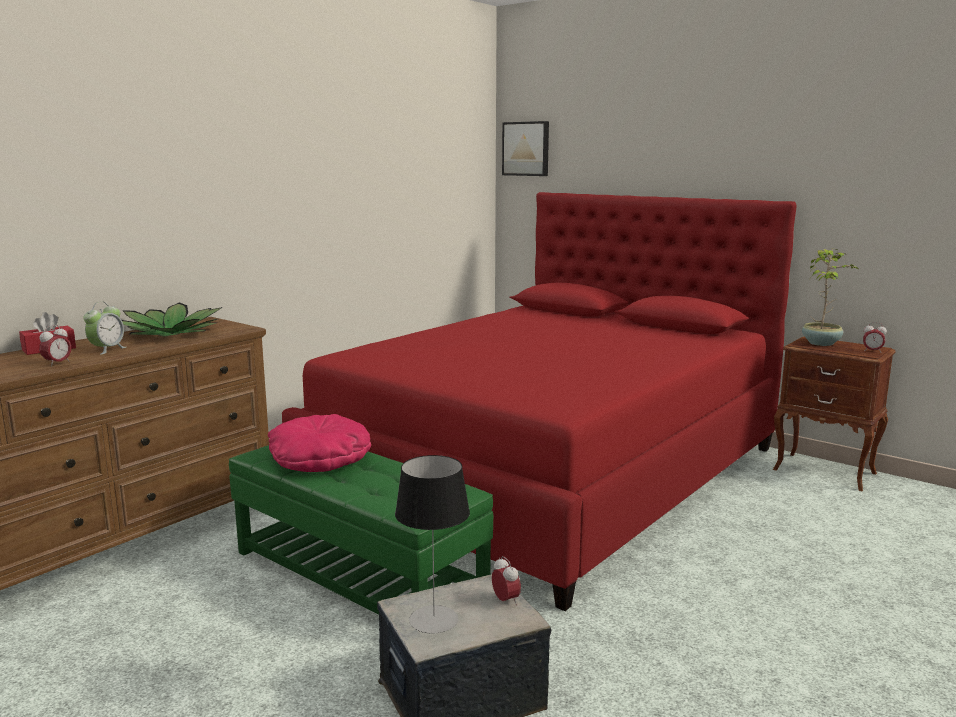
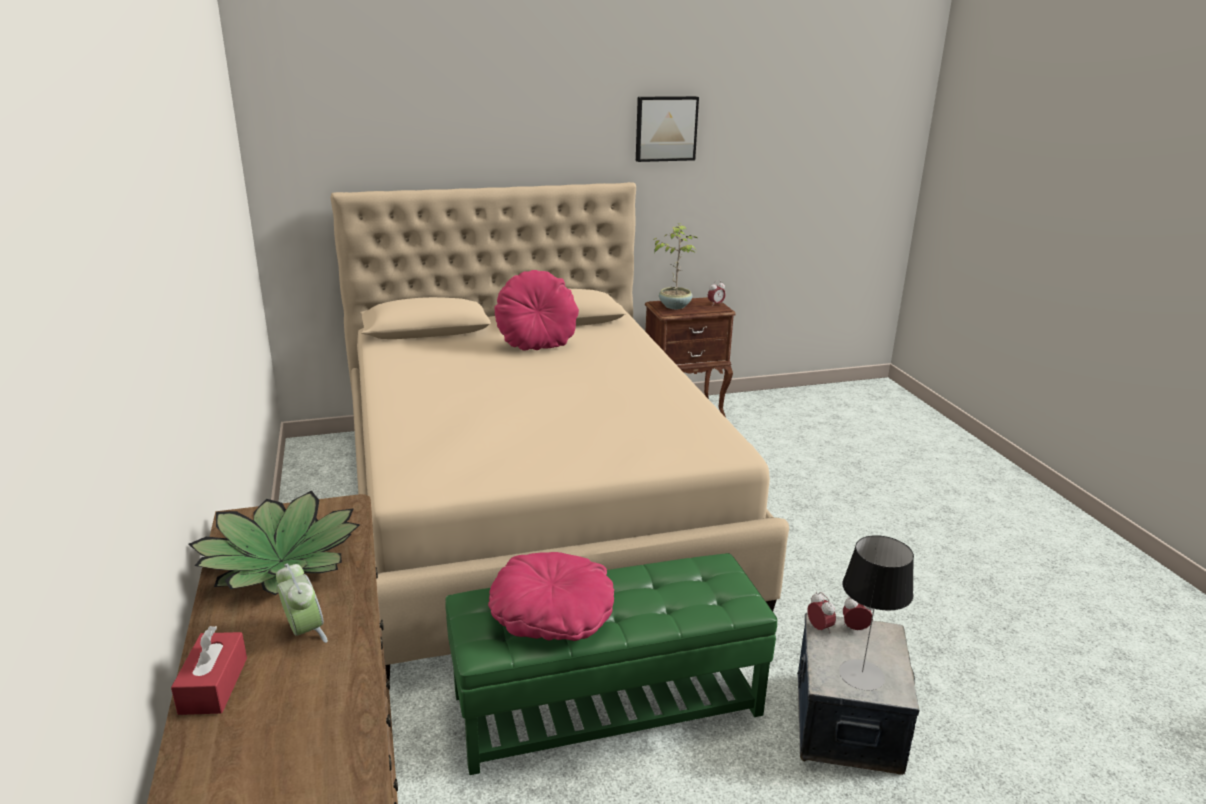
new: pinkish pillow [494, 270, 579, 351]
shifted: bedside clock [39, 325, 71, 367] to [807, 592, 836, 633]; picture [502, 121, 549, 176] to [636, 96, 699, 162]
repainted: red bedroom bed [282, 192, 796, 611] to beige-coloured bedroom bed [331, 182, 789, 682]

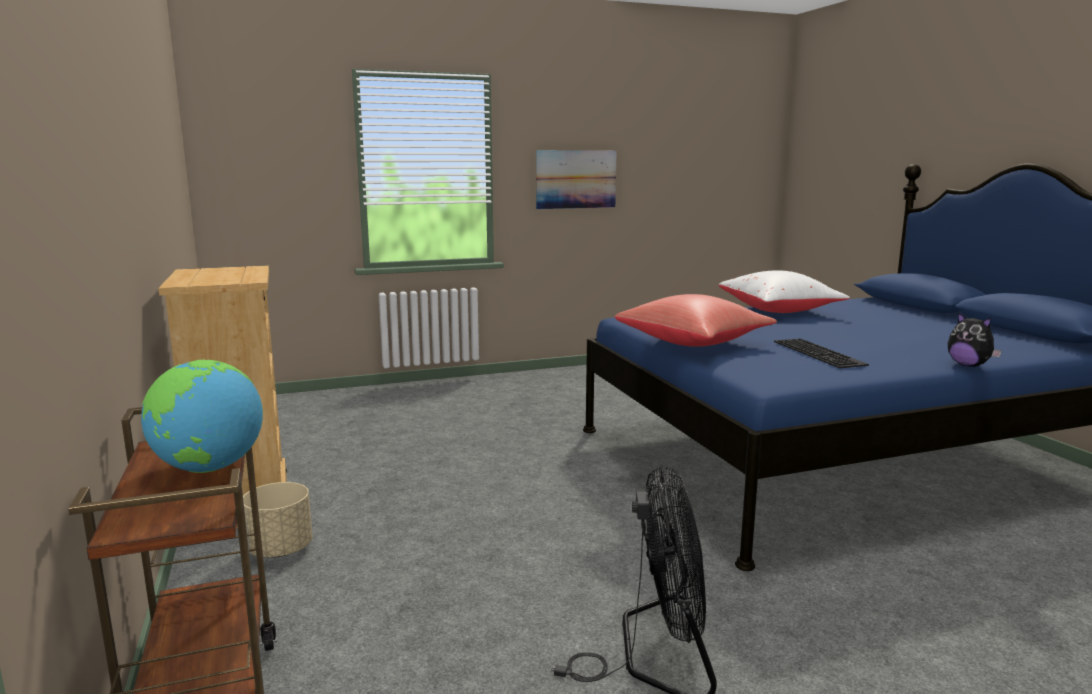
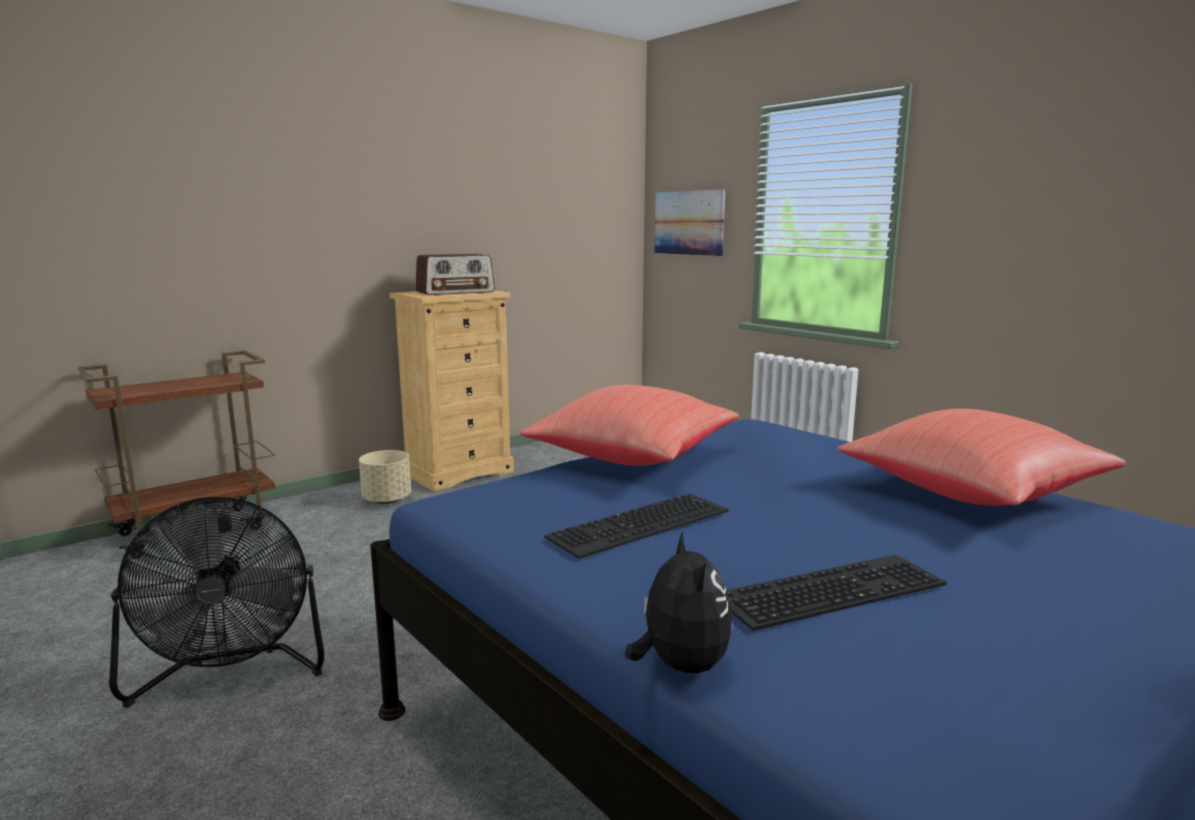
gone: world globe [141, 360, 263, 473]
new: radio receiver [415, 254, 495, 295]; computer keyboard [727, 555, 947, 631]
shifted: picture [536, 150, 617, 209] to [654, 190, 725, 256]
repainted: whitish pillow [719, 270, 850, 313] to red pillow [838, 409, 1126, 506]
rotated: plush toy [948, 312, 1002, 367] = [625, 532, 733, 673] 135 degrees clockwise

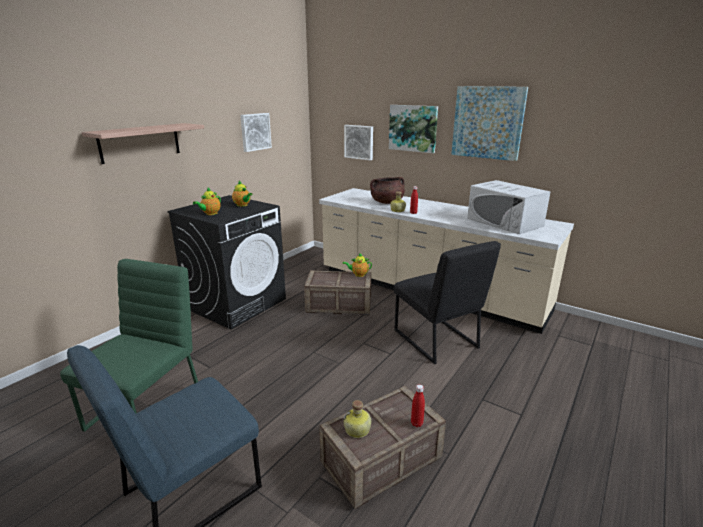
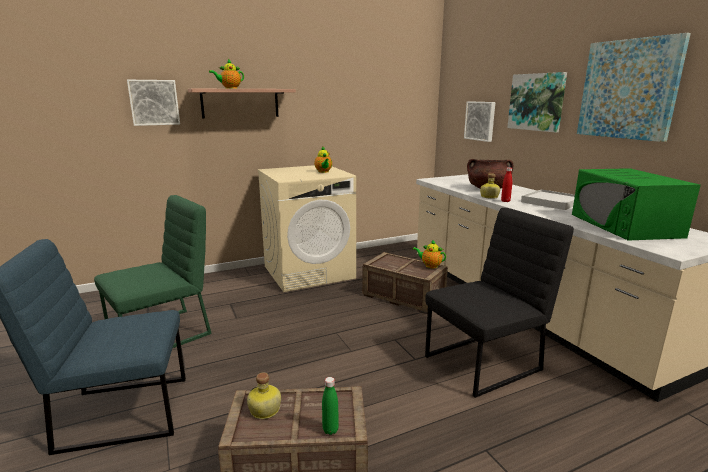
new: whitish tray [521, 189, 575, 210]
shifted: pot for tea [193, 188, 221, 215] to [209, 59, 244, 89]; picture [240, 113, 272, 152] to [127, 80, 180, 126]
repainted: black-coloured washing machine [167, 195, 286, 330] to beige-coloured washing machine [258, 165, 356, 292]; red bottle [411, 384, 425, 427] to green-coloured bottle [322, 377, 339, 435]; whitish microwave oven [467, 180, 551, 234] to green-coloured microwave oven [572, 168, 701, 241]
rotated: black-coloured chair [394, 241, 501, 364] = [425, 208, 574, 398] 120 degrees counterclockwise

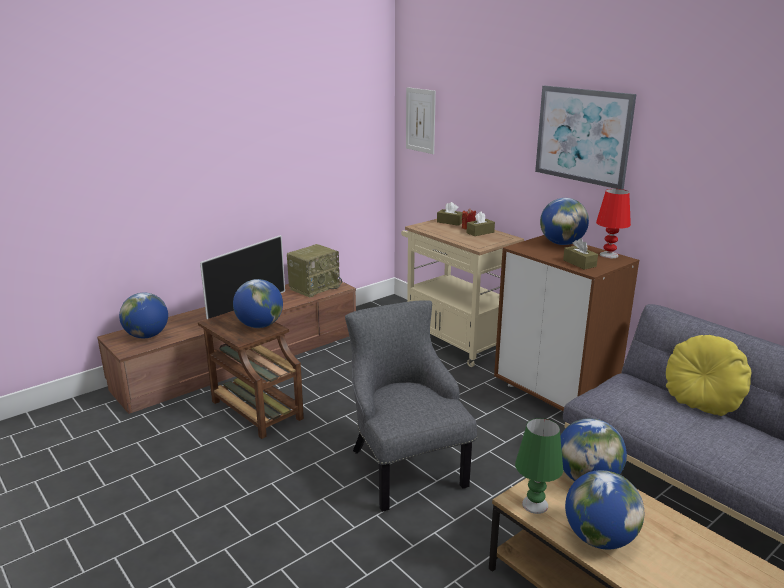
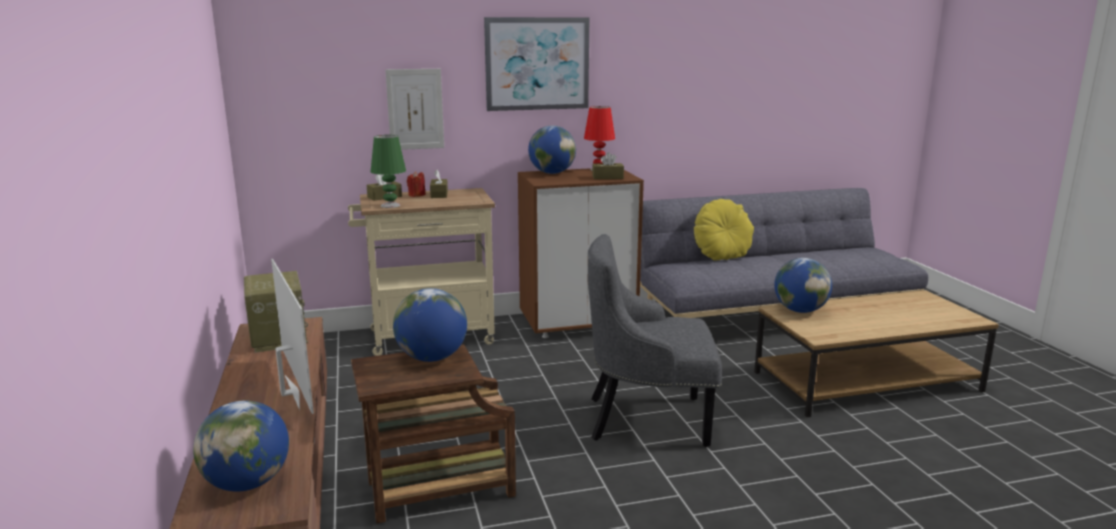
gone: world globe [565, 470, 644, 549]
shifted: picture [406, 87, 436, 154] to [385, 69, 444, 150]; green-coloured table lamp [515, 418, 563, 514] to [371, 135, 406, 208]

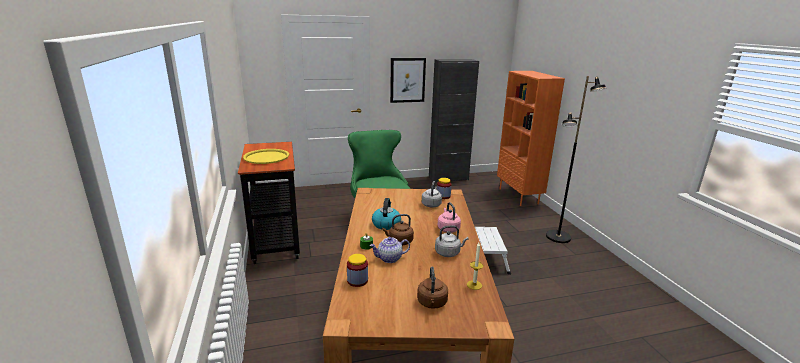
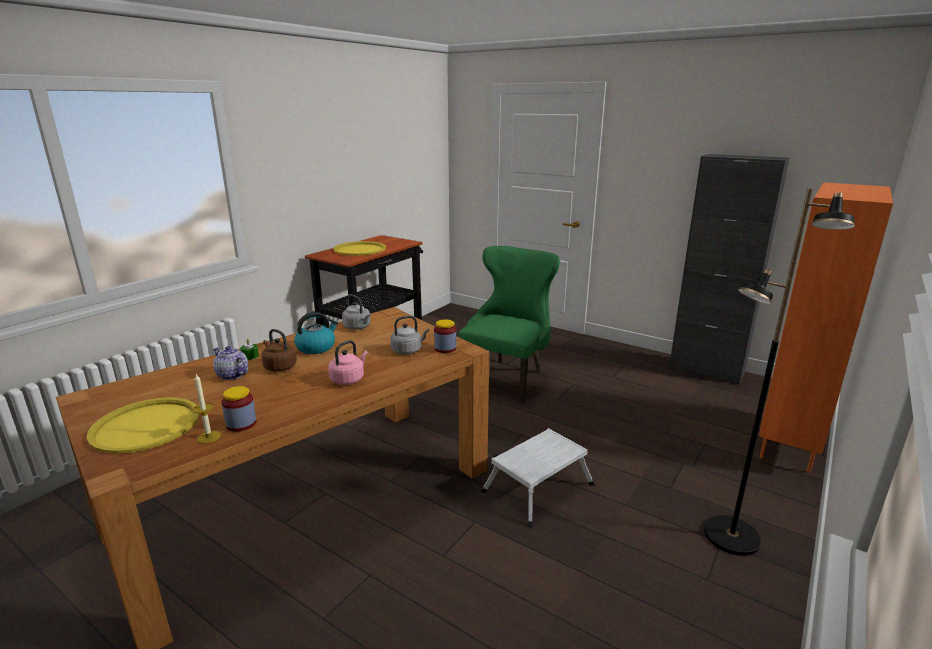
gone: picture [390, 58, 426, 103]
shifted: preserve jar [347, 254, 368, 287] to [221, 386, 257, 432]; grey water kettle [435, 225, 469, 257] to [342, 294, 370, 330]
swapped: brown water kettle [417, 266, 448, 309] to yellow-coloured tray [86, 397, 200, 454]

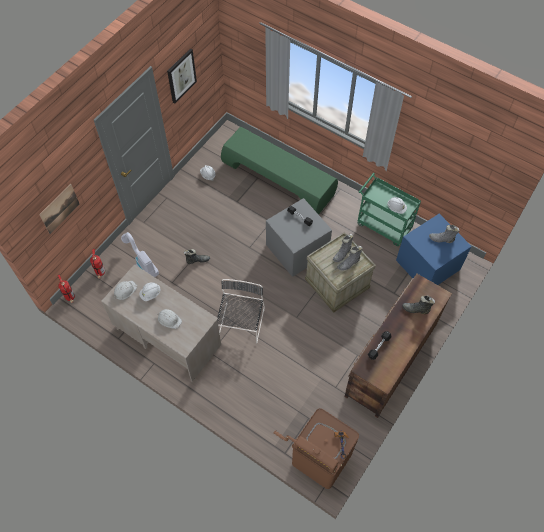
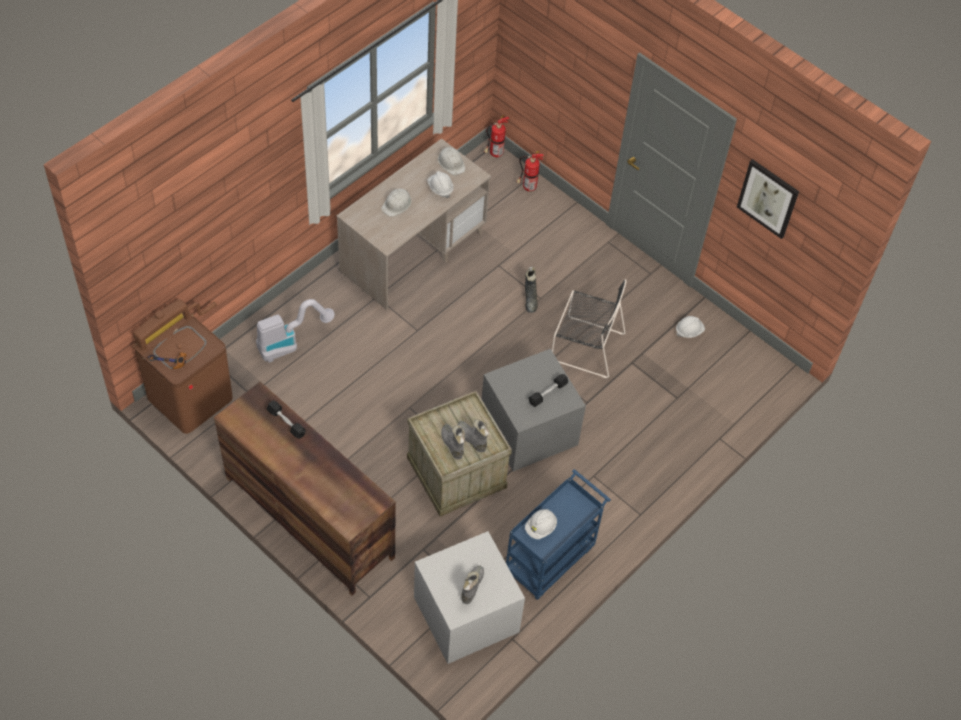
gone: picture [39, 184, 80, 234]; green-coloured long seat [221, 127, 338, 215]; black-coloured tall boot [402, 295, 435, 314]
shifted: vacuum cleaner [121, 232, 159, 277] to [256, 299, 335, 362]; black-coloured chair [217, 279, 265, 344] to [552, 279, 626, 378]
repainted: green-coloured trolley [357, 173, 421, 246] to bluish trolley [506, 469, 611, 600]; bluish storage bin [396, 214, 472, 285] to grey storage bin [414, 531, 525, 664]

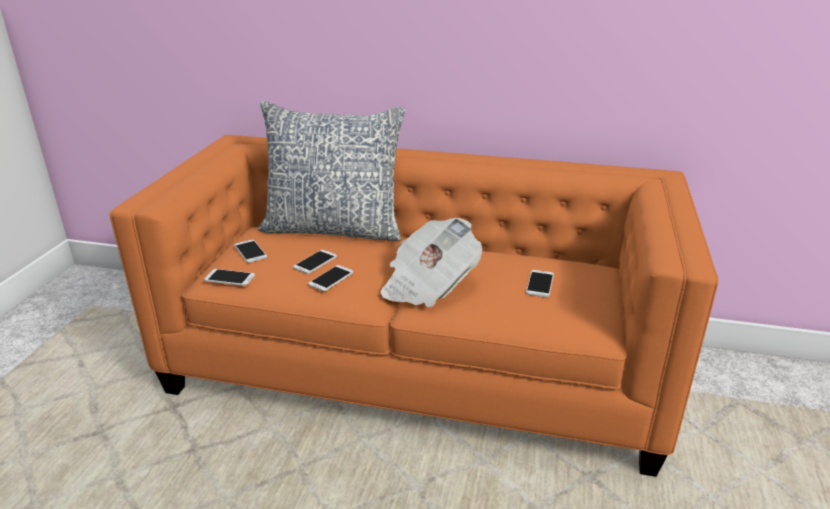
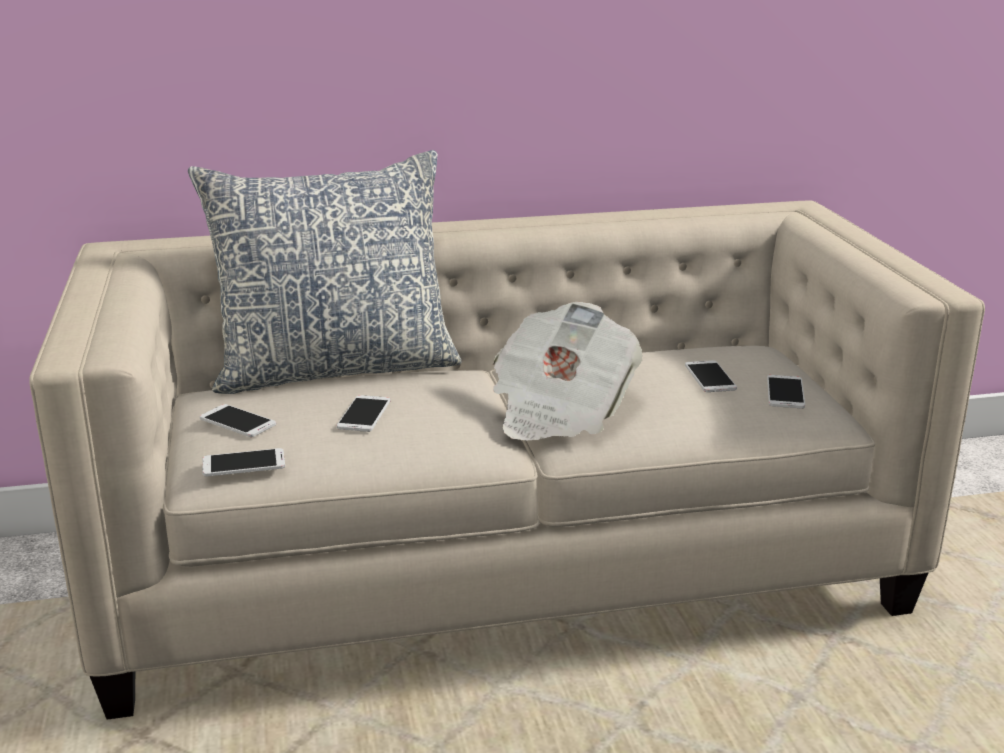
shifted: phone [308, 265, 354, 291] to [767, 375, 805, 408]
repainted: orangey settee [110, 135, 719, 477] to beige-coloured settee [29, 200, 985, 720]

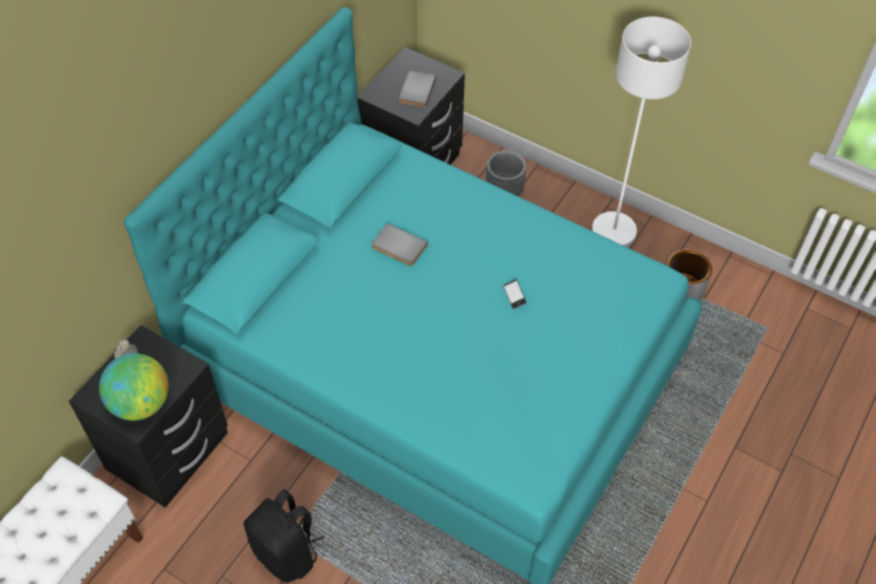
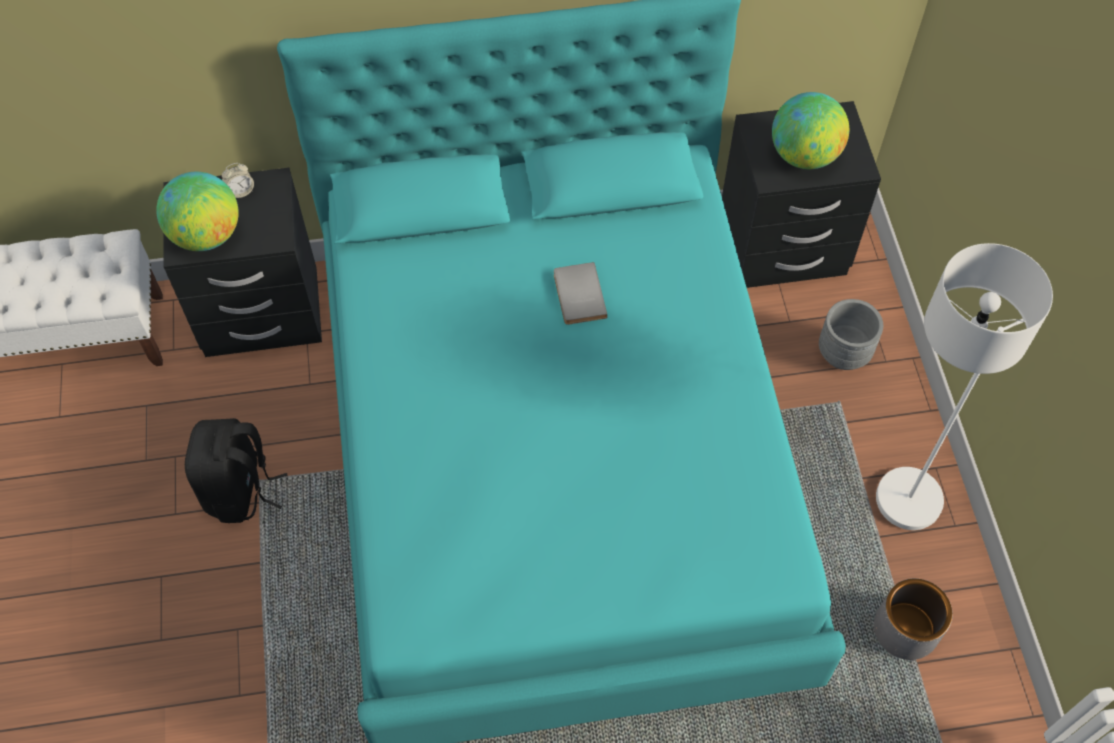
gone: phone [503, 280, 527, 309]
swapped: grey bound book [399, 71, 436, 108] to world globe [772, 92, 849, 169]

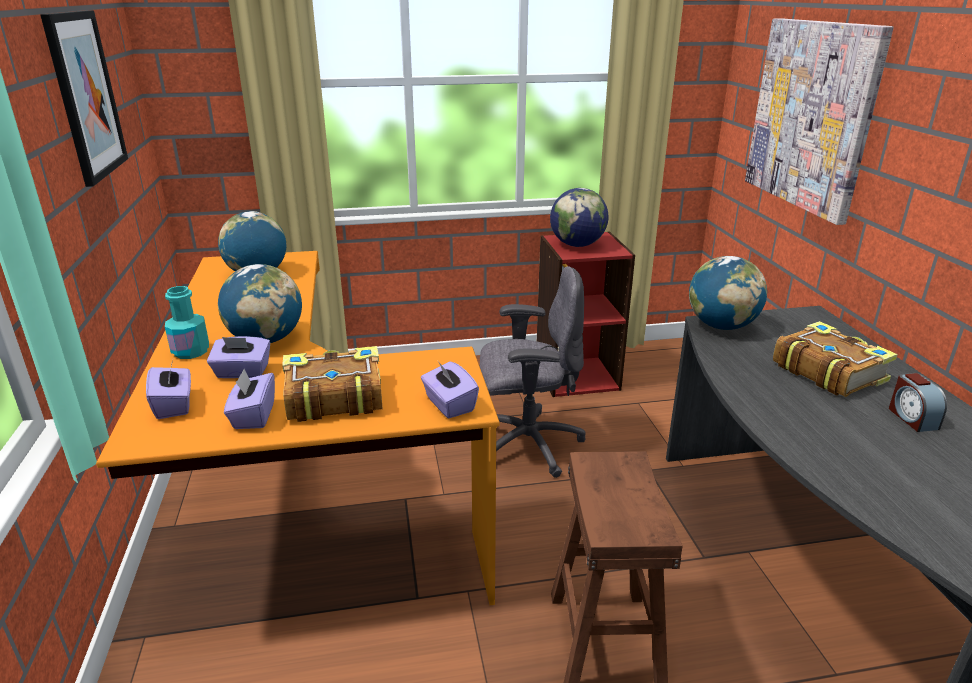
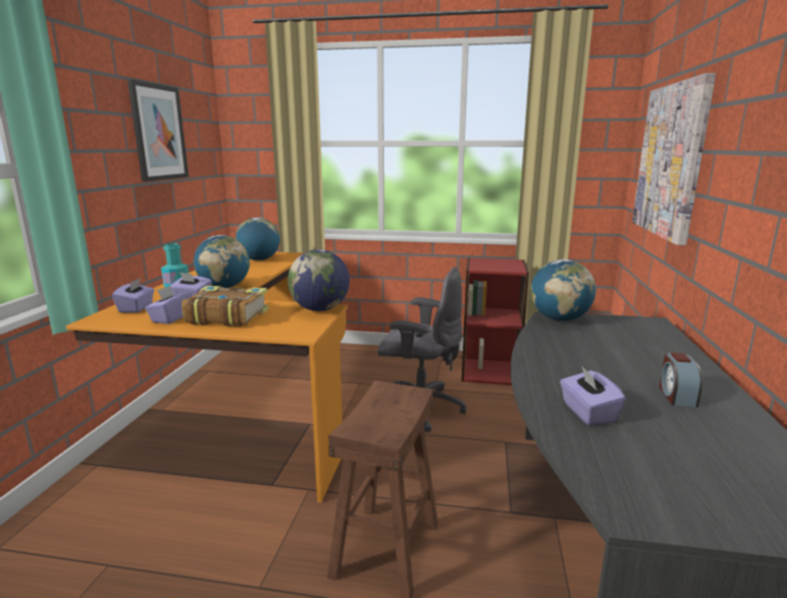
gone: bound book [773, 321, 898, 397]
shifted: purplish tissue holder [421, 361, 479, 418] to [560, 365, 626, 425]; world globe [550, 188, 608, 247] to [288, 249, 350, 311]

